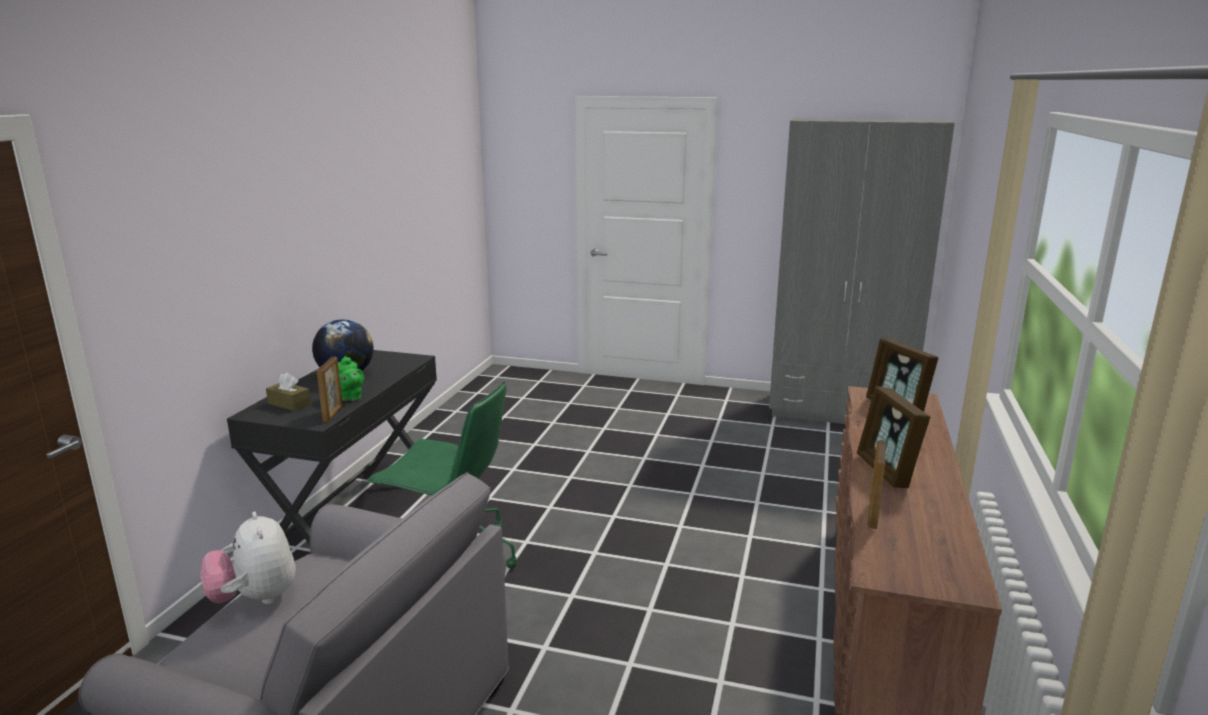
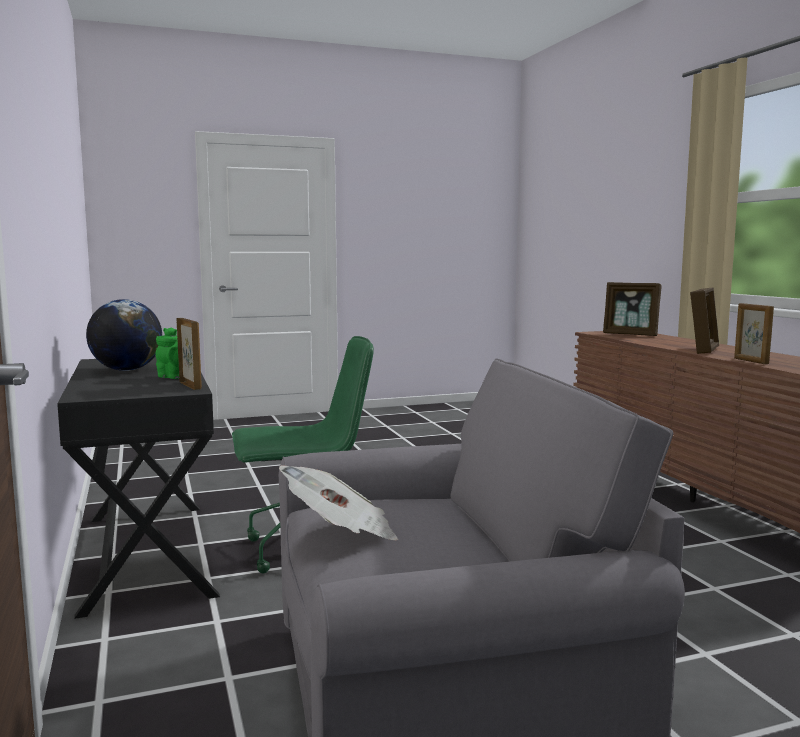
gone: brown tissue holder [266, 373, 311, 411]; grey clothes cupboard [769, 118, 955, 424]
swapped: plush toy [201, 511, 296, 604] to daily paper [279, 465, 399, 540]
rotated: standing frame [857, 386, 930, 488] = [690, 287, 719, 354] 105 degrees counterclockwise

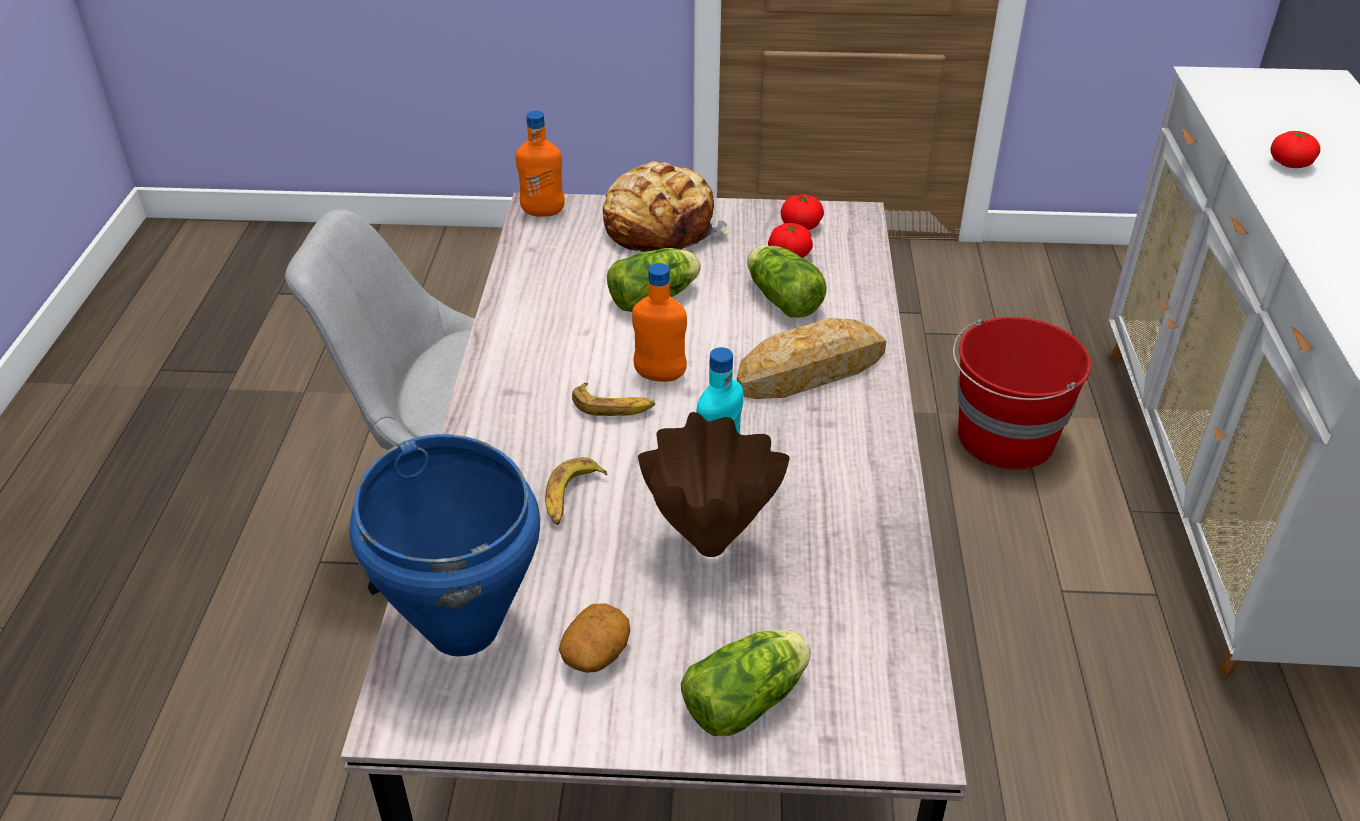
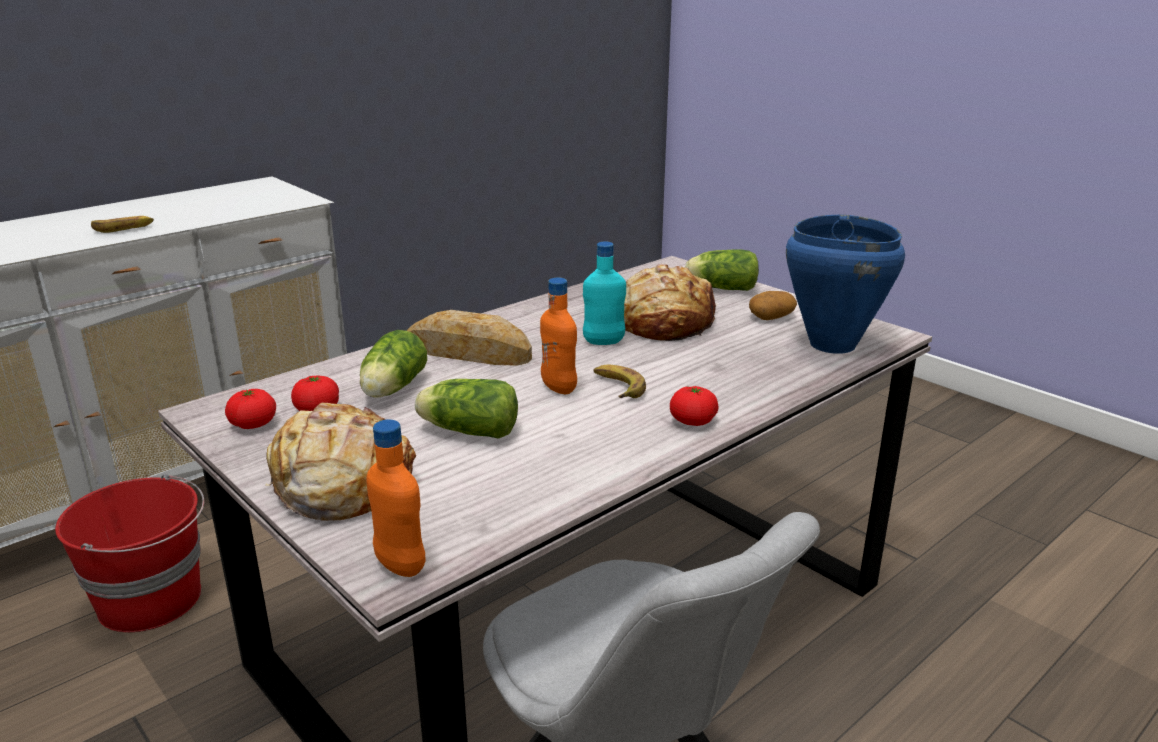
shifted: banana fruit [545, 457, 607, 525] to [91, 216, 154, 233]; fresh tomato [1270, 131, 1320, 168] to [670, 386, 719, 426]
swapped: brown flower vase [638, 412, 790, 557] to baked bread [624, 264, 717, 341]

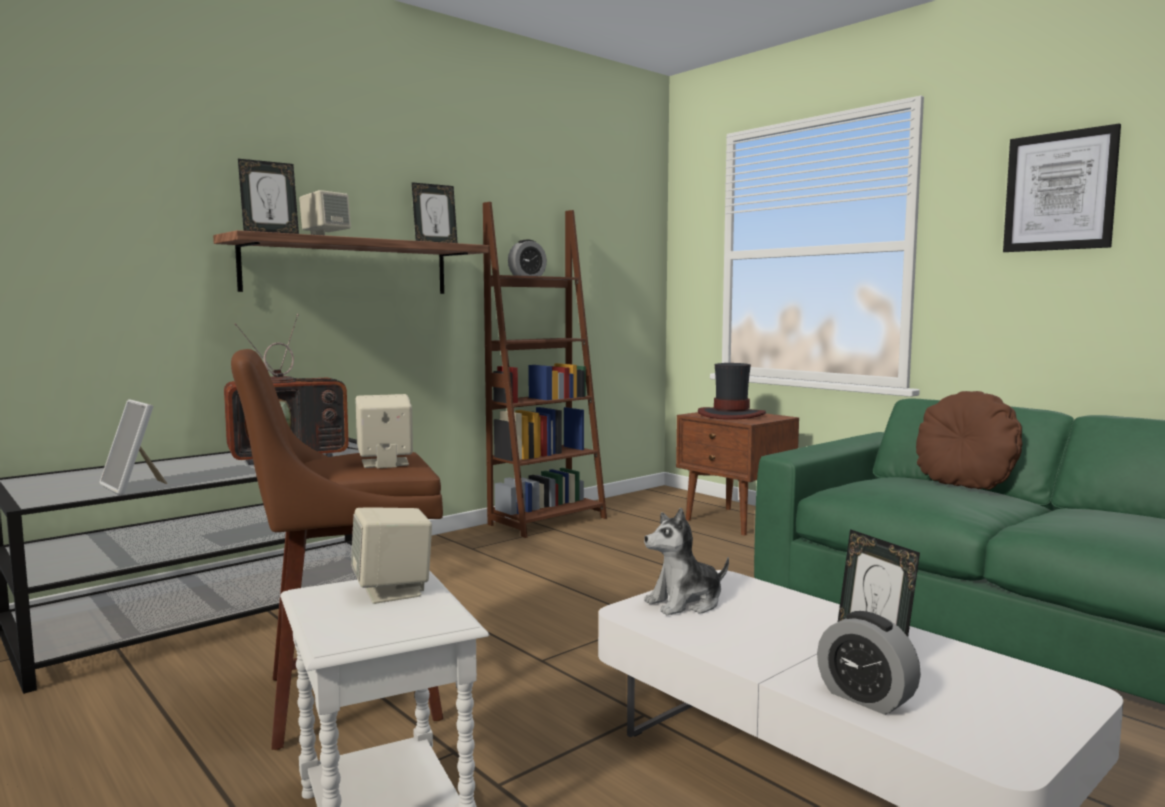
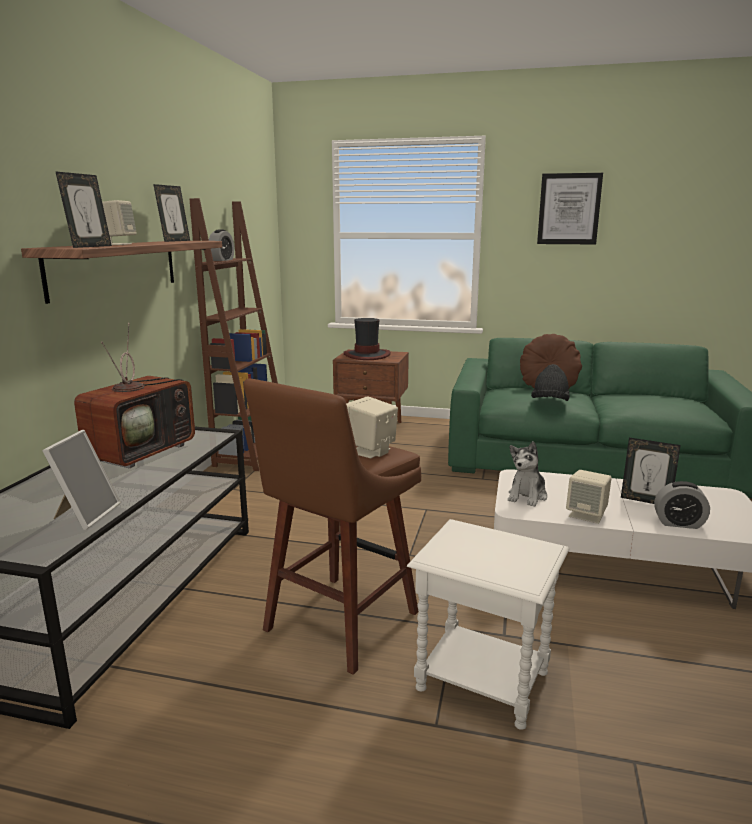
new: black-coloured hat [531, 364, 570, 401]
shifted: beige-coloured speaker [351, 507, 432, 604] to [566, 470, 612, 524]
rotated: standing frame [99, 399, 168, 495] = [42, 430, 121, 530] 90 degrees counterclockwise

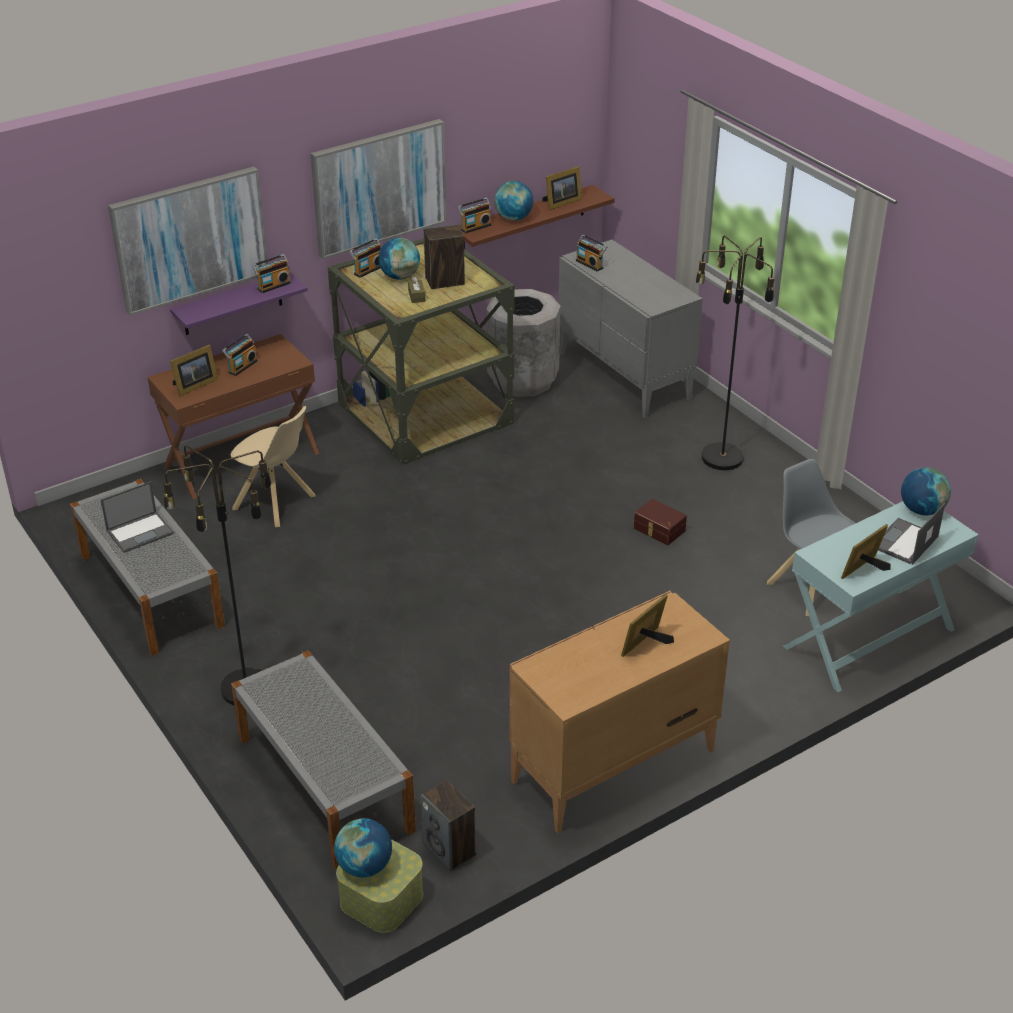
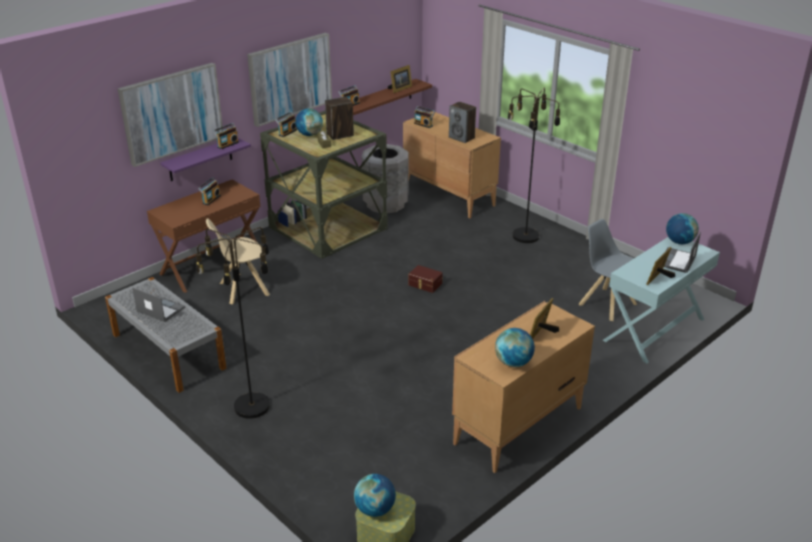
gone: standing frame [170, 344, 218, 396]; grey long seat [231, 650, 416, 870]
shifted: speaker [421, 780, 476, 872] to [449, 102, 476, 143]; world globe [494, 181, 533, 221] to [495, 328, 535, 367]; brown storage bin [633, 499, 687, 545] to [408, 265, 443, 293]
repainted: grey cabinet [558, 240, 703, 418] to brown cabinet [403, 111, 501, 219]
rotated: portable computer [101, 481, 174, 553] = [132, 287, 185, 322] 105 degrees counterclockwise; beige-coloured chair [231, 406, 316, 528] = [206, 219, 270, 304] 135 degrees clockwise

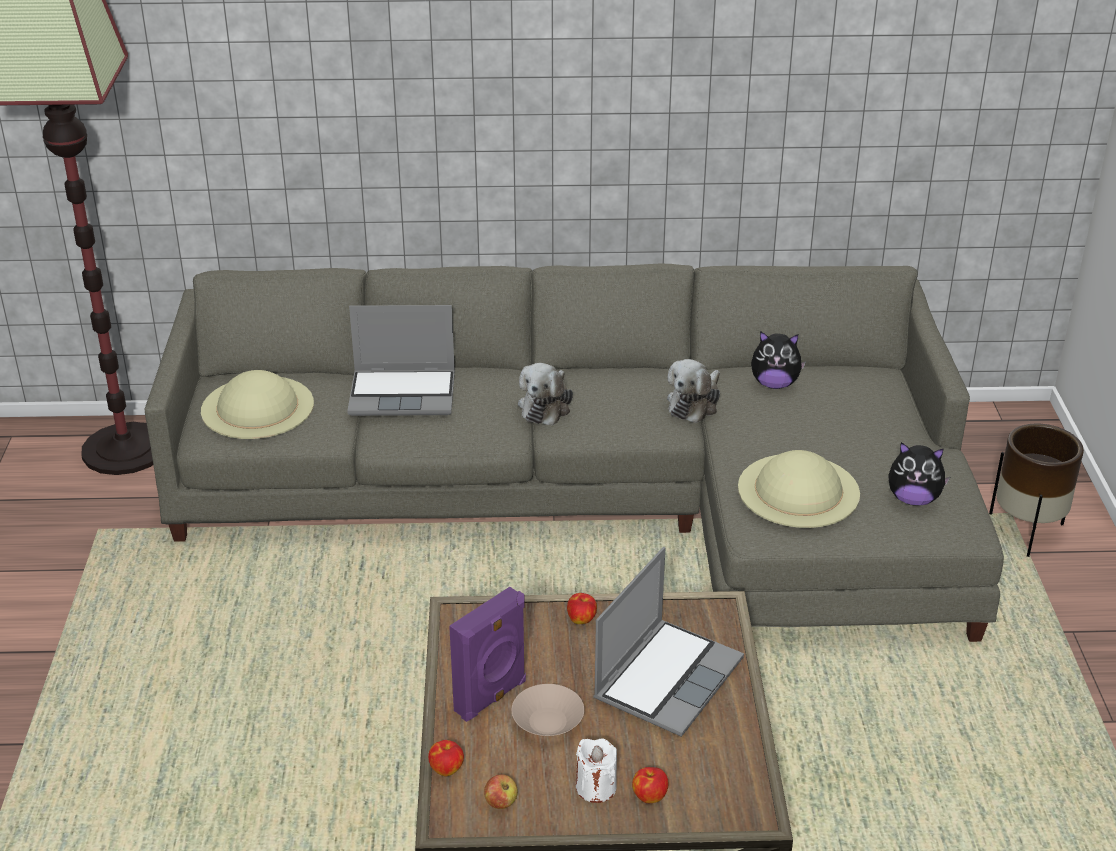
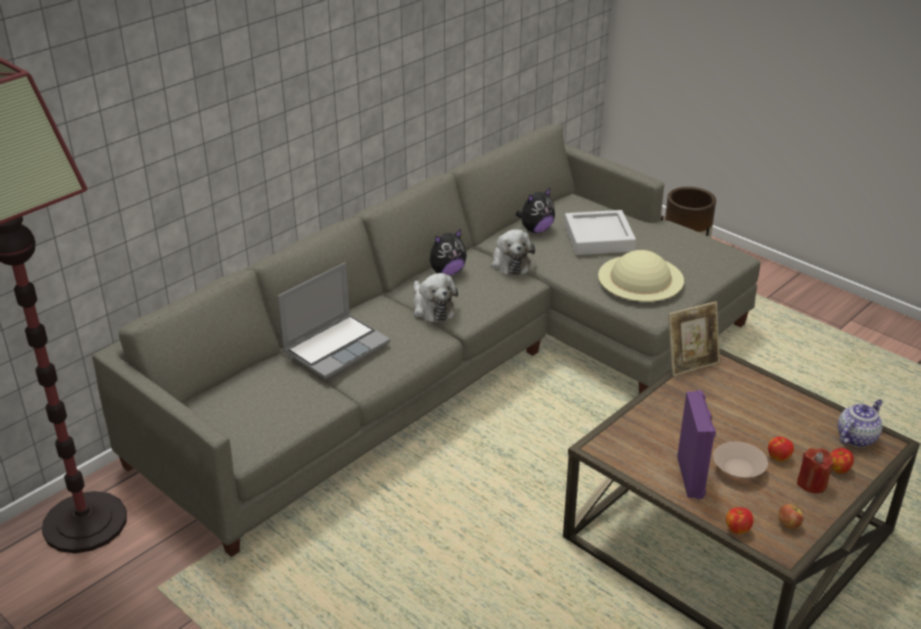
gone: beige-coloured hat [201, 370, 314, 439]; portable computer [594, 547, 744, 737]
new: grey tray [564, 210, 636, 255]; standing frame [668, 301, 720, 377]; pot for tea [838, 399, 883, 447]
shifted: apple fruit [567, 593, 597, 624] to [768, 436, 794, 462]; plush toy [888, 442, 950, 506] to [430, 229, 467, 276]
repainted: whitish candle [576, 738, 617, 803] to red candle [797, 448, 834, 493]

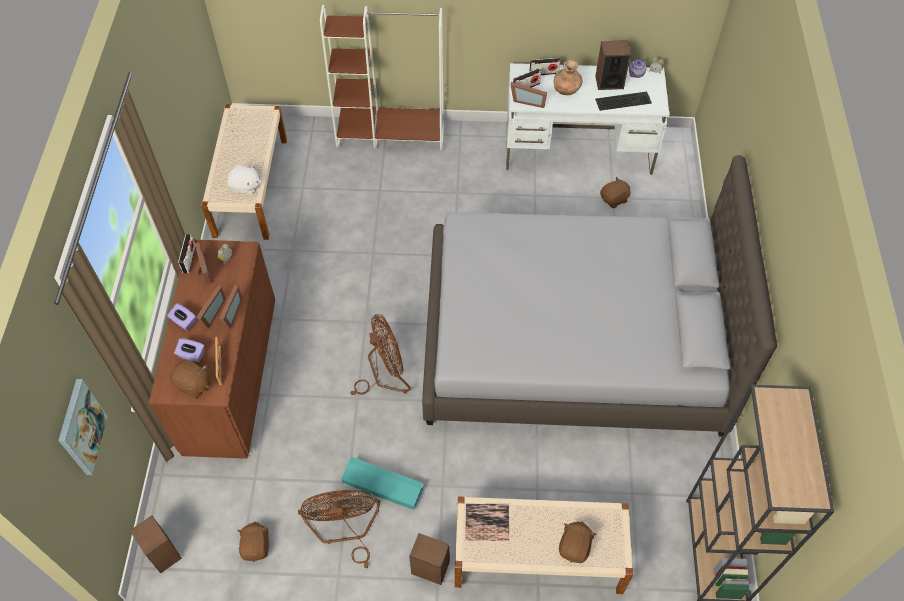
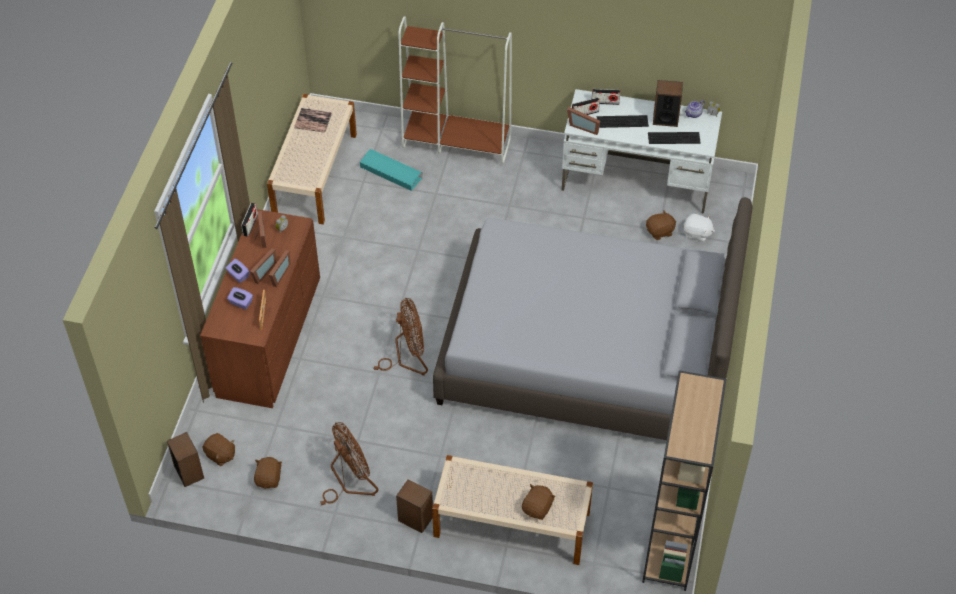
gone: picture [58, 379, 108, 475]
shifted: brown plush toy [169, 359, 210, 398] to [202, 433, 235, 466]; whitish plush toy [227, 165, 261, 195] to [684, 214, 715, 242]; turquoise storage bin [341, 457, 424, 510] to [360, 149, 422, 191]; bound book [465, 503, 509, 541] to [294, 108, 332, 133]
swapped: brown flower vase [554, 60, 583, 95] to computer keyboard [597, 115, 649, 128]
rotated: brown fan [298, 490, 380, 568] = [321, 422, 378, 505] 60 degrees clockwise

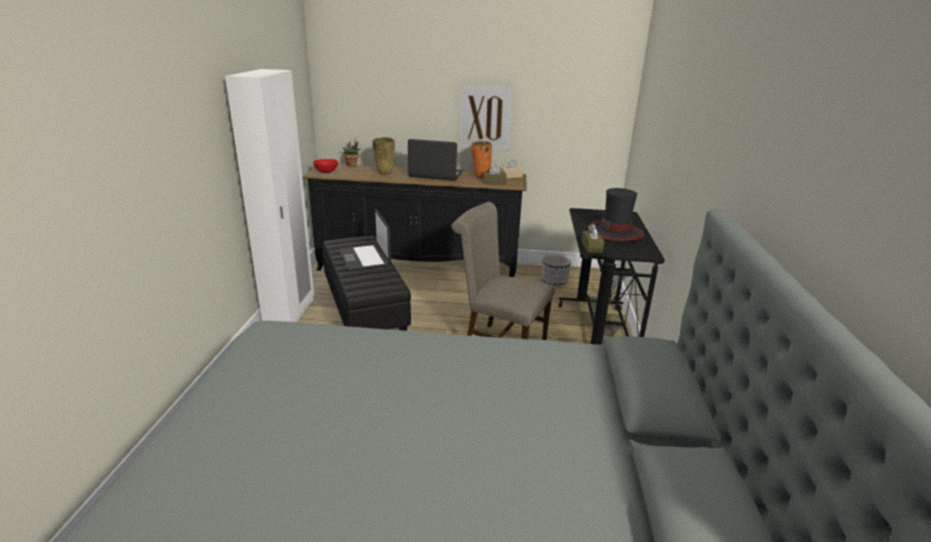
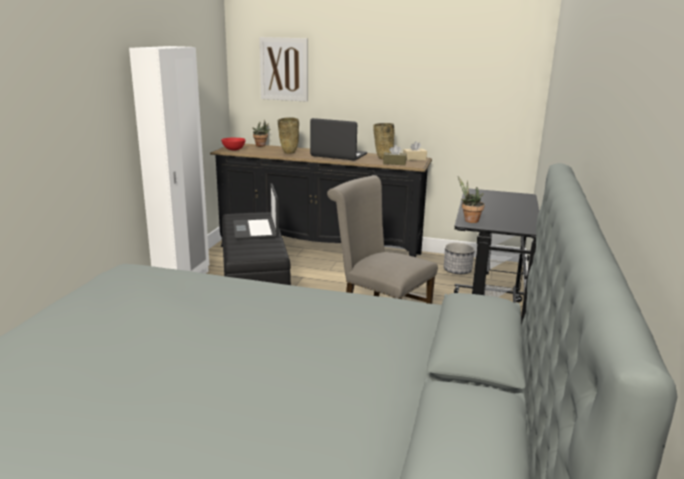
gone: hat [588, 188, 644, 242]
shifted: picture [459, 85, 513, 151] to [259, 37, 308, 102]
swapped: brown tissue holder [581, 224, 604, 253] to potted plant [458, 176, 485, 223]
repainted: orangey flower vase [471, 141, 492, 178] to beige-coloured flower vase [373, 123, 394, 160]

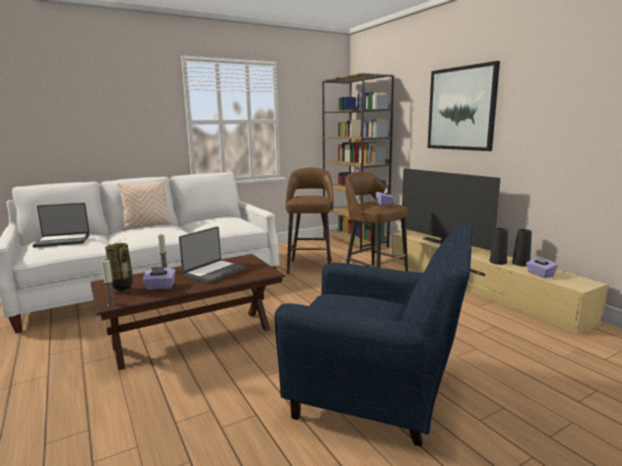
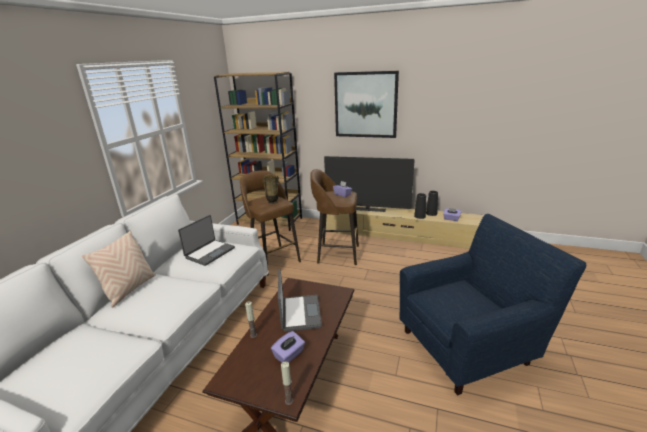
shifted: portable computer [33, 203, 90, 248] to [178, 215, 235, 266]; flower vase [105, 243, 133, 293] to [262, 174, 279, 204]

